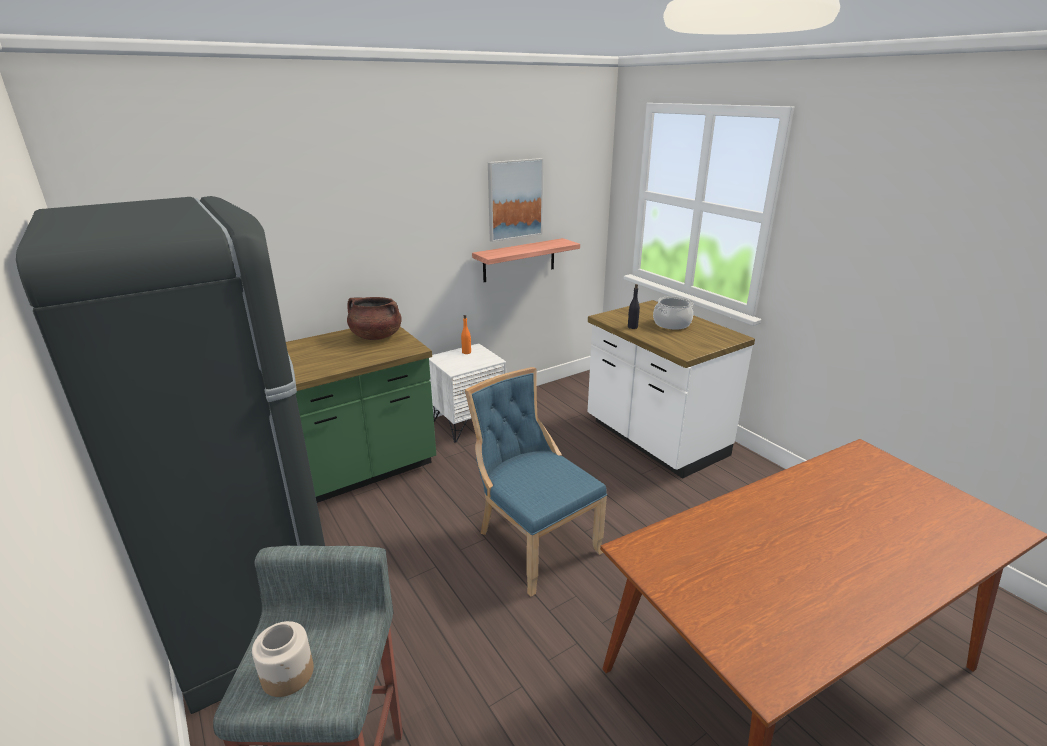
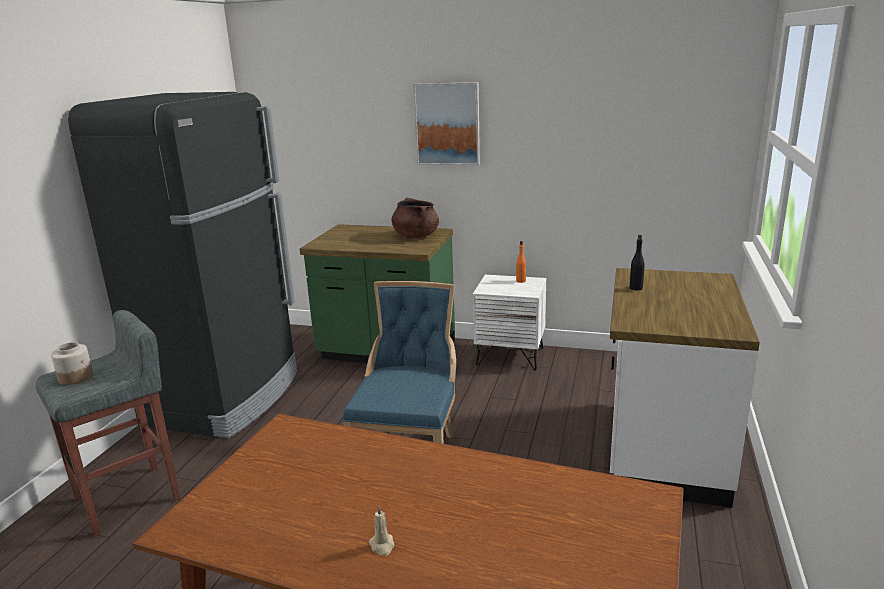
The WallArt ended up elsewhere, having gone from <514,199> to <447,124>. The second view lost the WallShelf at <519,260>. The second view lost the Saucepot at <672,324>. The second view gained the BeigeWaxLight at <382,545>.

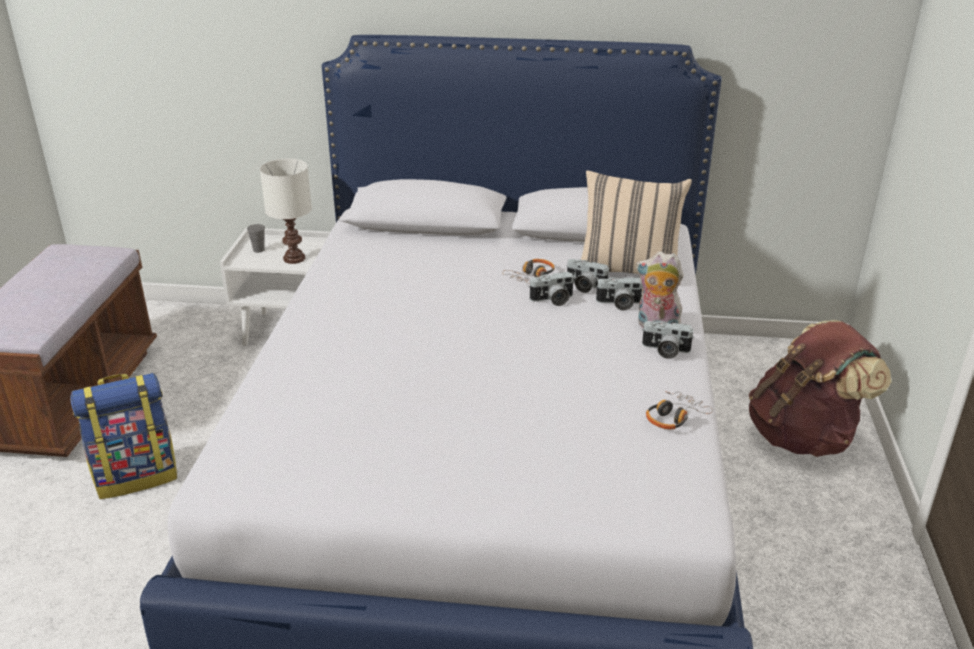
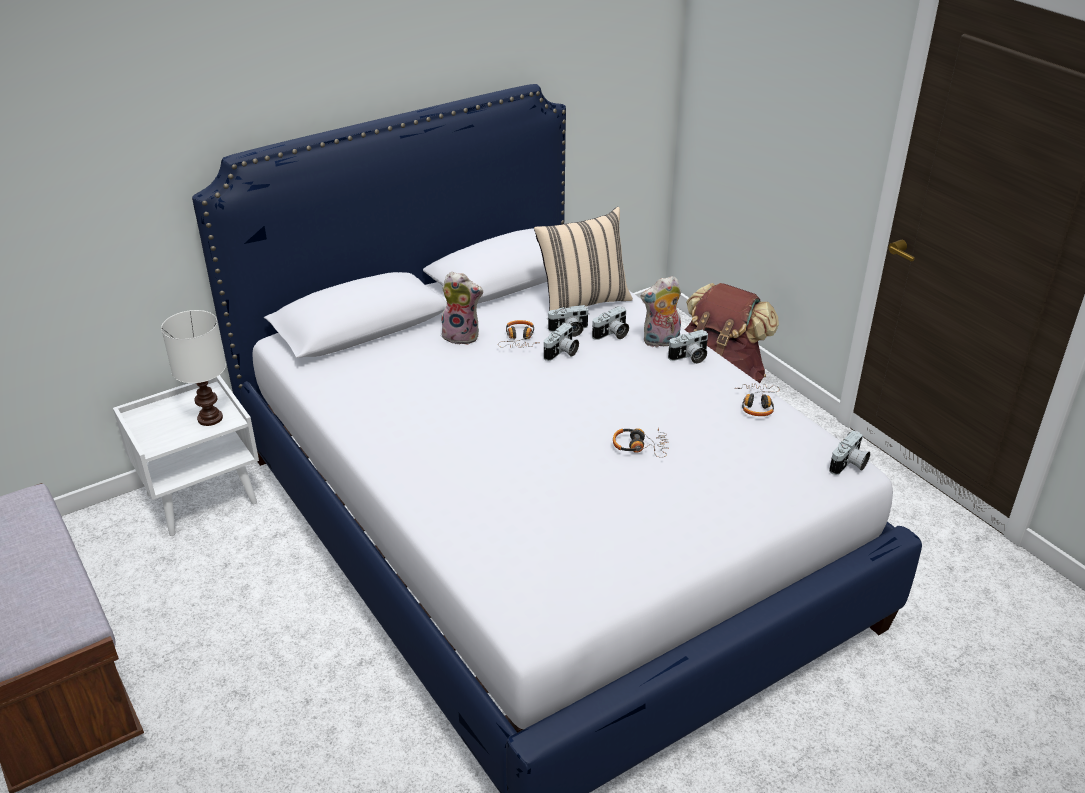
The second view lost the GreyishDrinkingCup at <259,250>. The second view lost the Knapsack at <137,476>. The second view gained the SoftToy at <462,336>. The second view gained the Headphones at <640,446>. The second view gained the PhotoCamera at <849,465>.

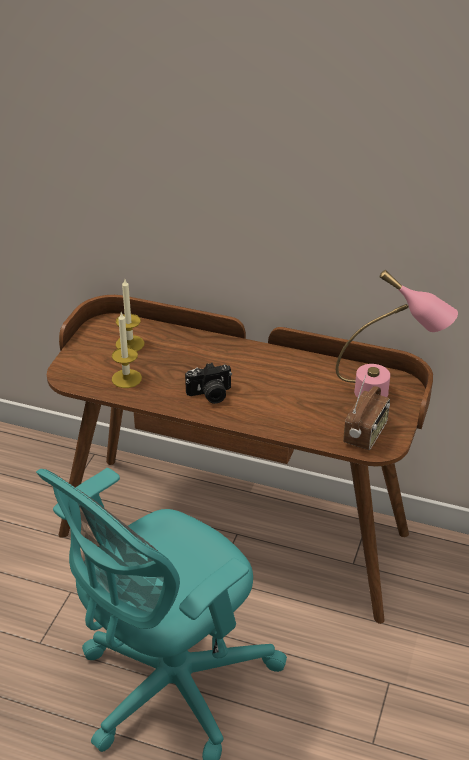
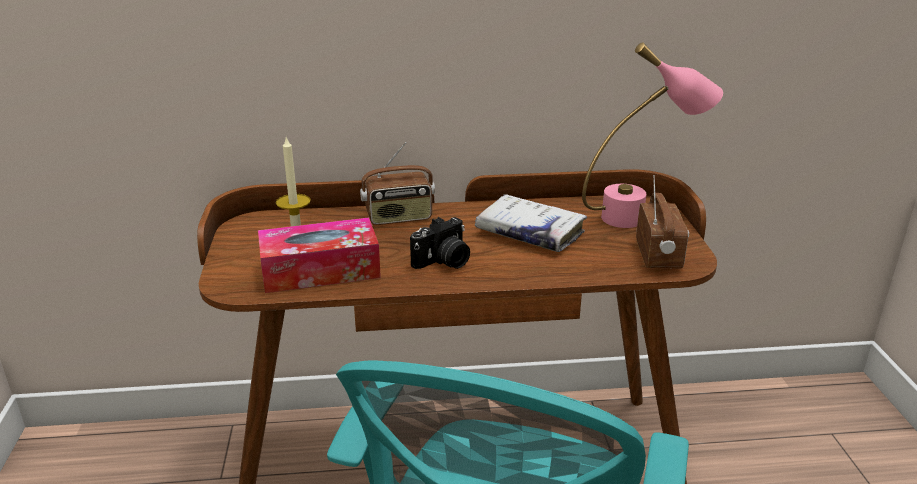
Where the WaxLight stood at <126,378>, the TissueHolder came to stand at <320,270>. The second view gained the RadioReceiver at <399,218>. The second view gained the WhiteBook at <529,233>.

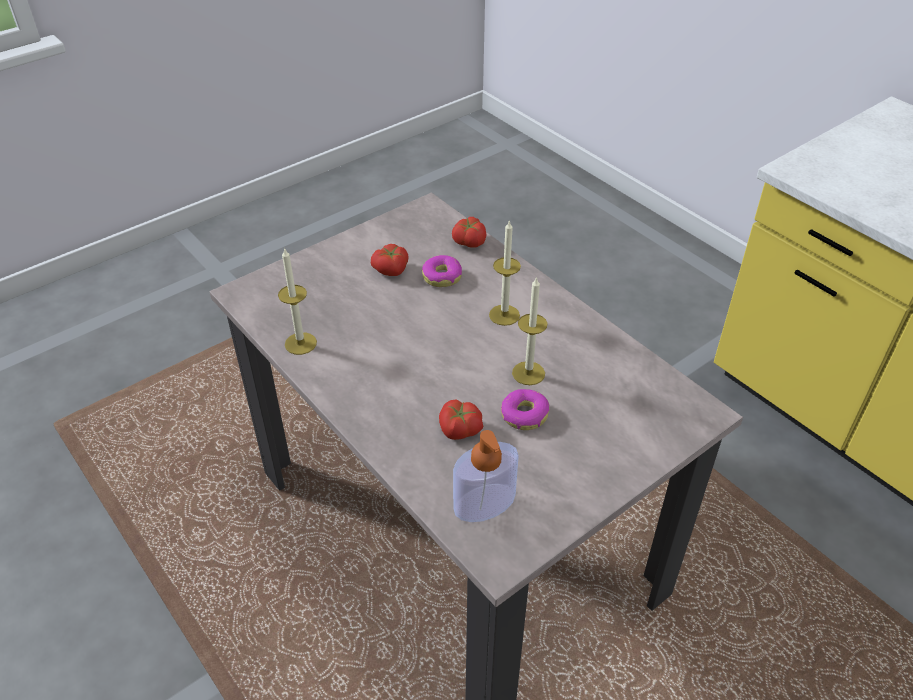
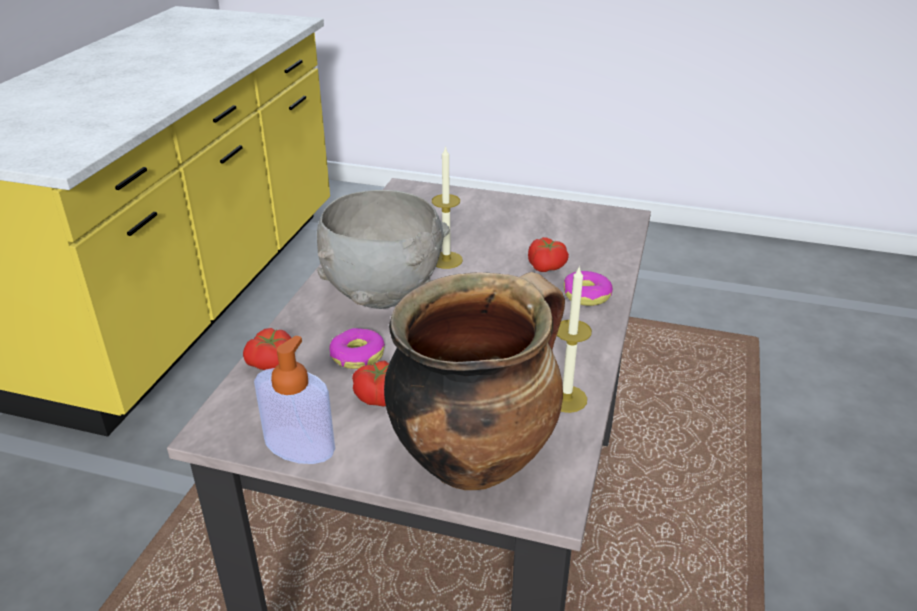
Where the WaxLight stood at <504,315>, the GreyishDeepDish came to stand at <382,296>. The RingDoughnut ended up elsewhere, having gone from <524,415> to <586,295>. The SoapDispenser ended up elsewhere, having gone from <484,503> to <299,445>. The second view gained the Saucepot at <474,457>.

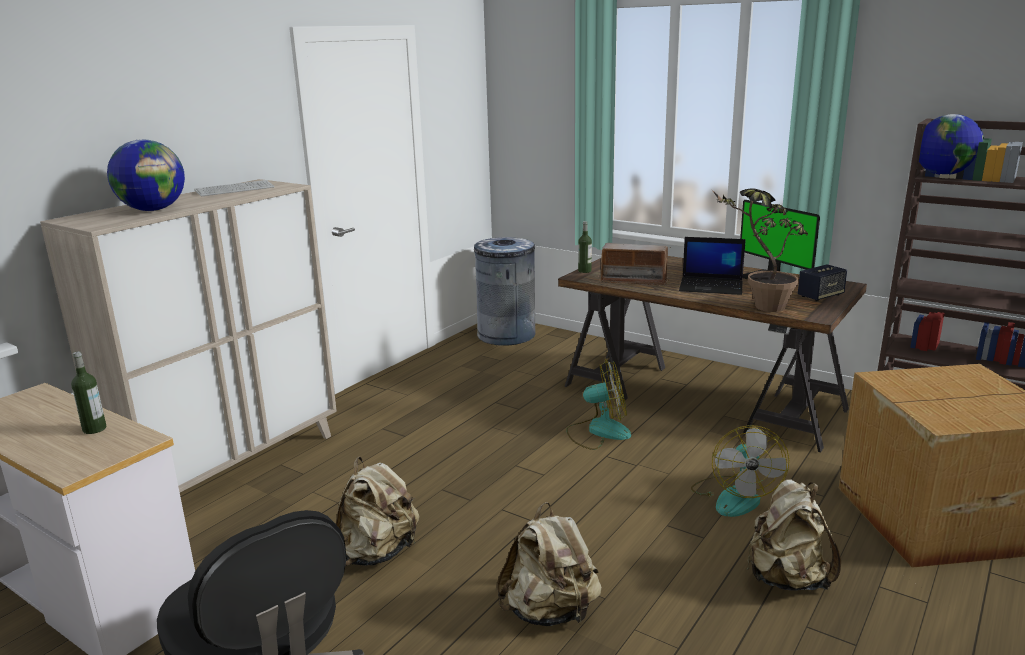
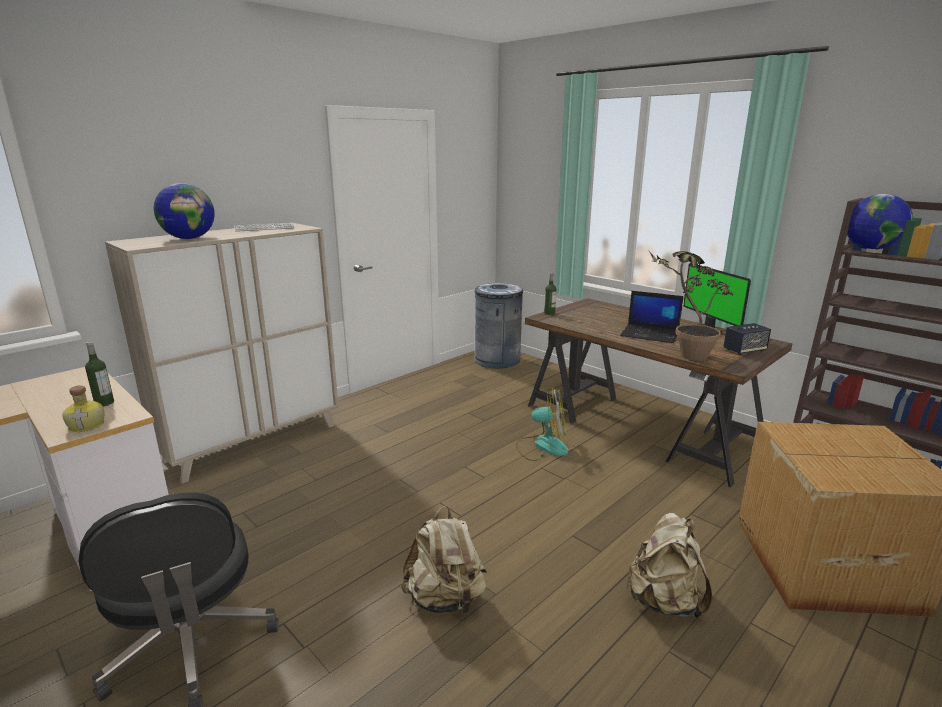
The second view lost the RadioReceiver at <634,281>. The second view lost the CoolingFan at <734,496>. The second view lost the BeigeKnapsack at <377,553>. The second view gained the DrinkBottle at <88,425>.

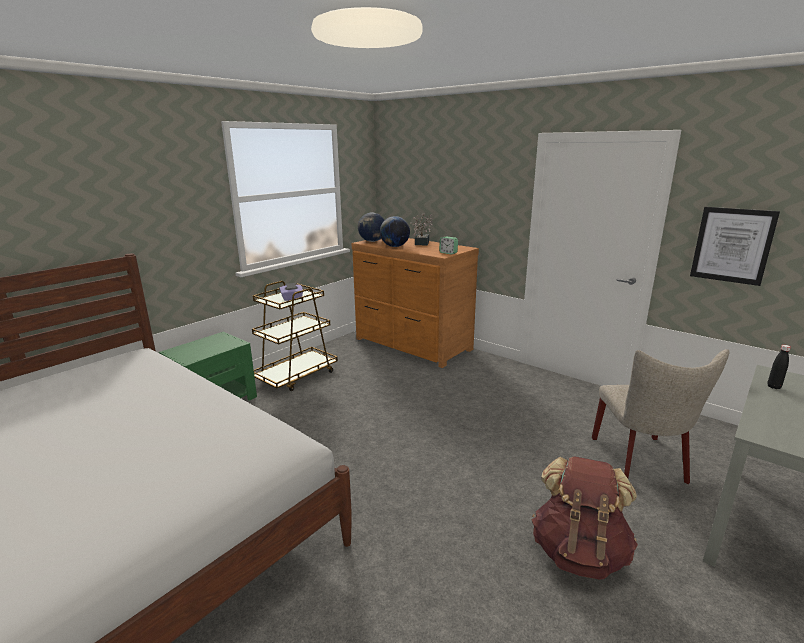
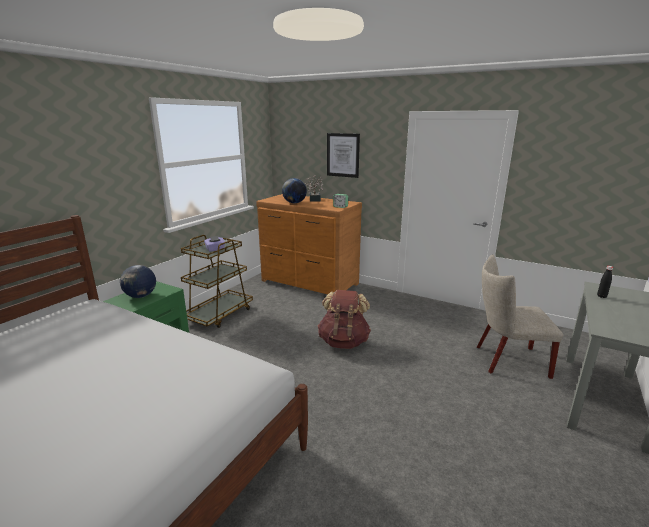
The WallArt ended up elsewhere, having gone from <732,245> to <343,155>. The WorldGlobe ended up elsewhere, having gone from <372,241> to <141,296>. The BeigeUprightChair at <642,463> ended up facing another way, 105 degrees clockwise from before. The BrownishKnapsack ended up elsewhere, having gone from <579,552> to <344,341>.

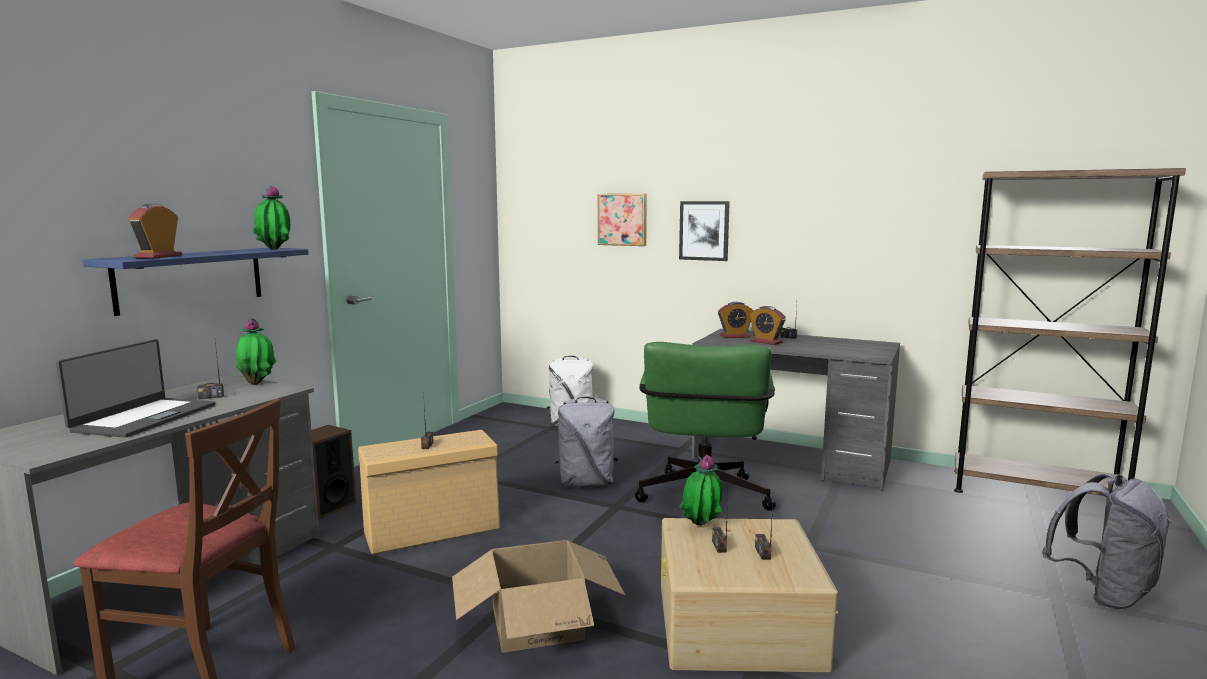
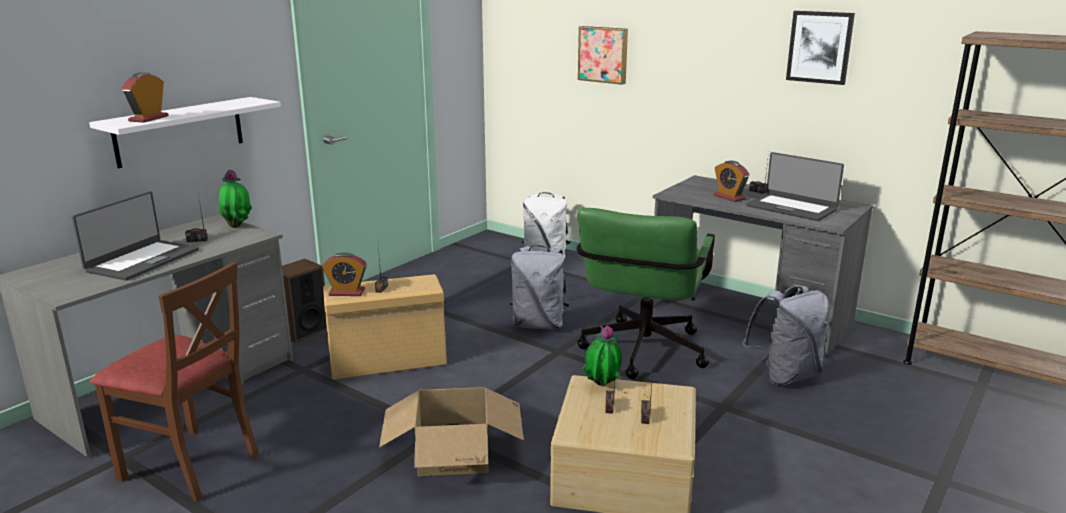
The second view lost the Houseplant at <274,249>. The WallArt ended up elsewhere, having gone from <704,230> to <820,47>. What was the BluishWallShelf at <191,279> turned into the WhiteWallShelf at <180,131>. The TableClock ended up elsewhere, having gone from <735,336> to <347,292>. The GreyishKnapsack ended up elsewhere, having gone from <1103,593> to <785,375>. The second view gained the Laptop at <791,208>.

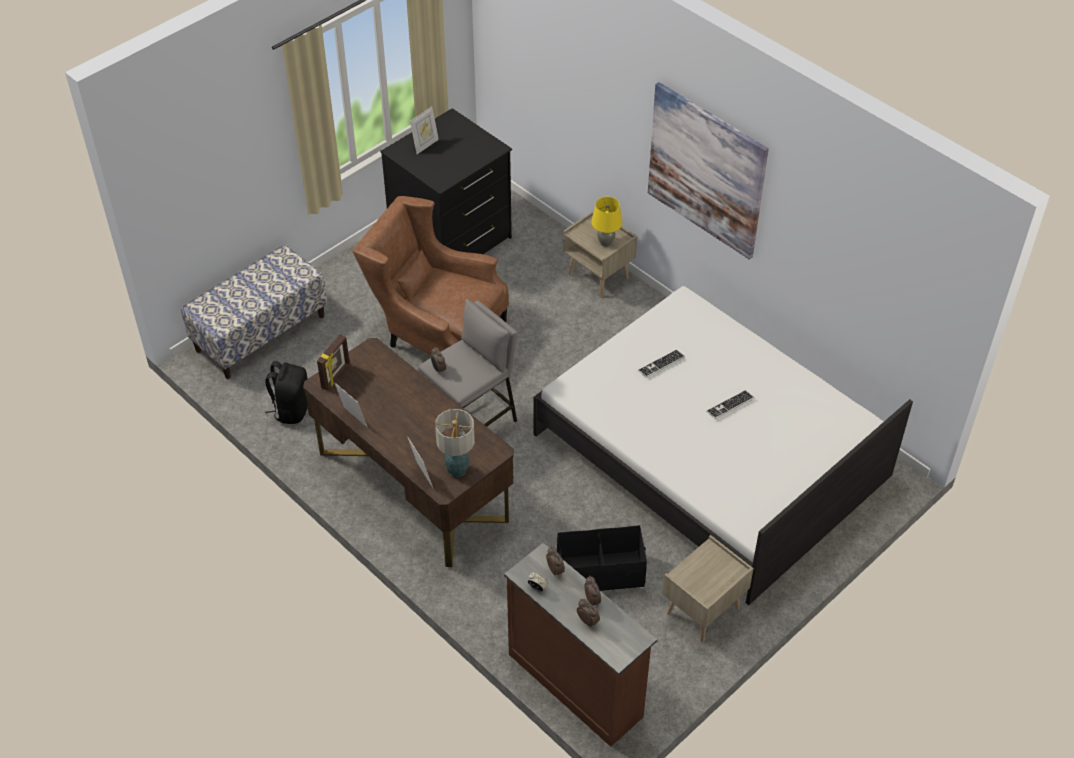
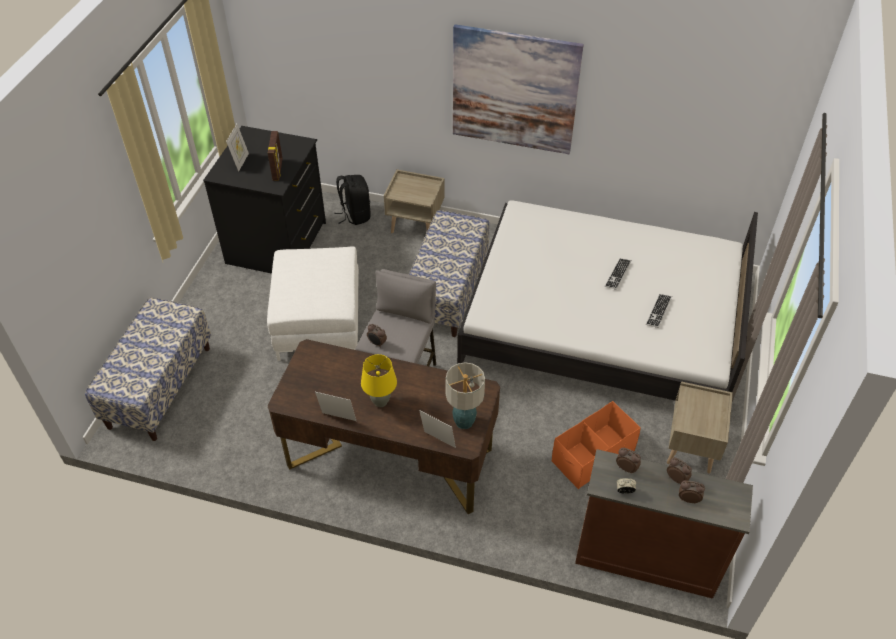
Where the BrownishArmchair stood at <437,334>, the WhitePouffe came to stand at <318,322>. The YellowColouredLampForATable ended up elsewhere, having gone from <606,243> to <381,402>. The PictureFrame ended up elsewhere, having gone from <336,376> to <278,170>. The ComputerKeyboard ended up elsewhere, having gone from <661,364> to <658,311>. The BlackKnapsack ended up elsewhere, having gone from <291,409> to <355,215>. What was the BlackStorageBox at <600,572> turned into the OrangeStorageBox at <592,455>. The second view gained the LongSeat at <447,292>.

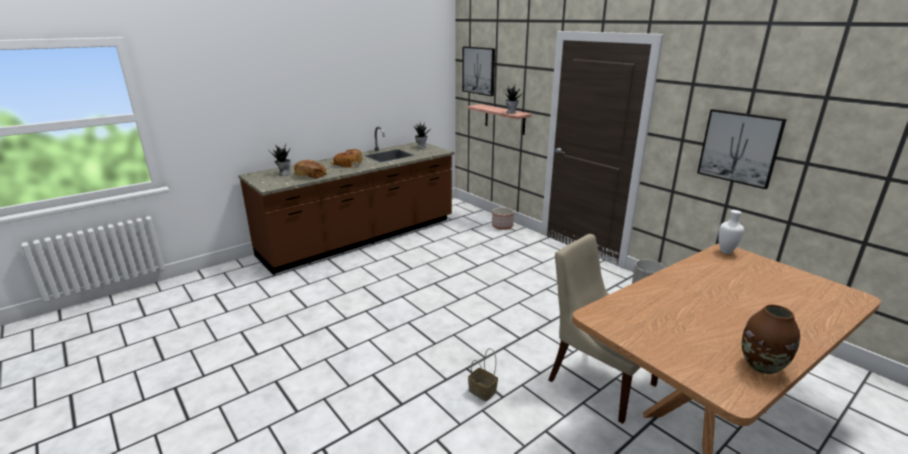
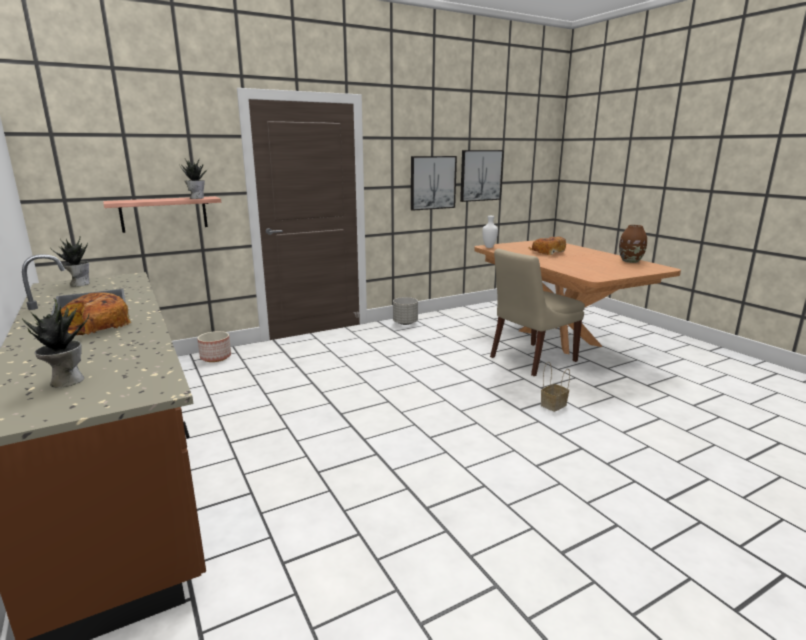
The WallArt ended up elsewhere, having gone from <479,70> to <481,175>. The Bread ended up elsewhere, having gone from <311,175> to <547,252>.

